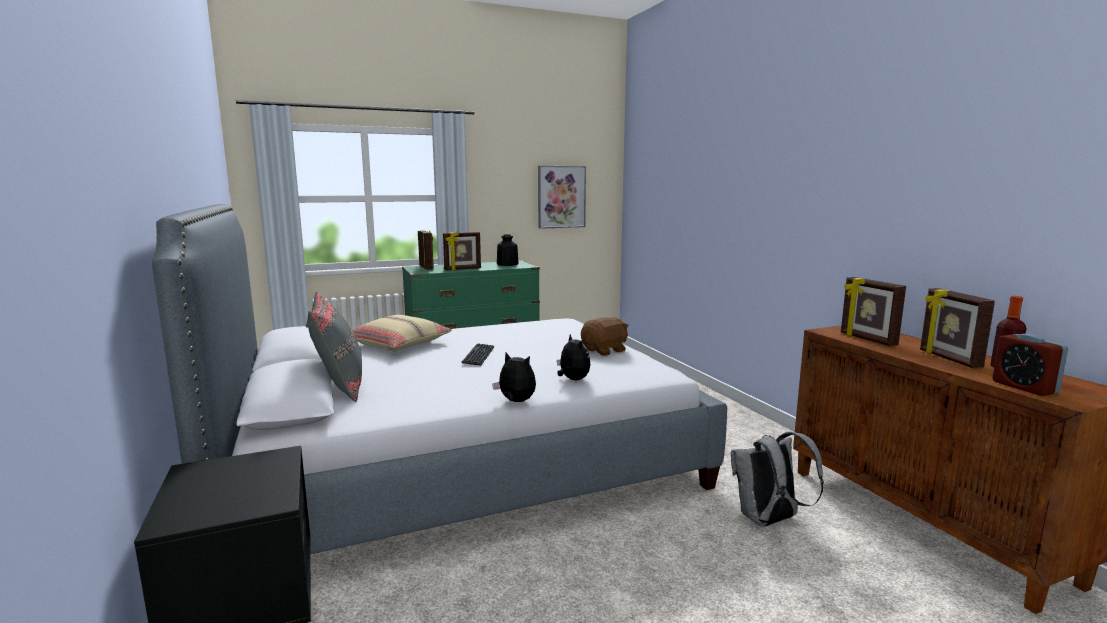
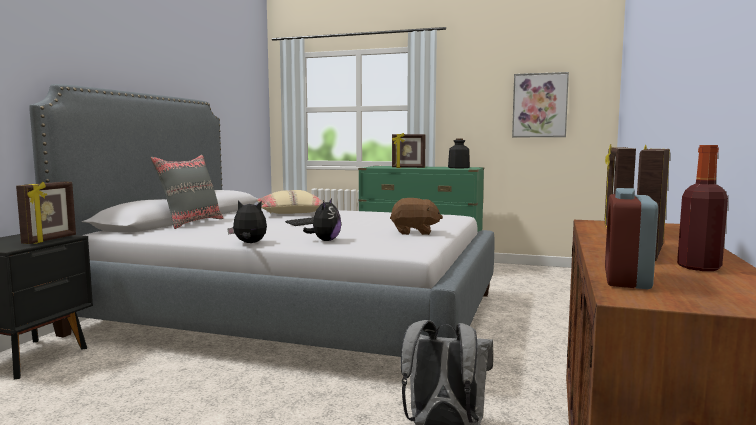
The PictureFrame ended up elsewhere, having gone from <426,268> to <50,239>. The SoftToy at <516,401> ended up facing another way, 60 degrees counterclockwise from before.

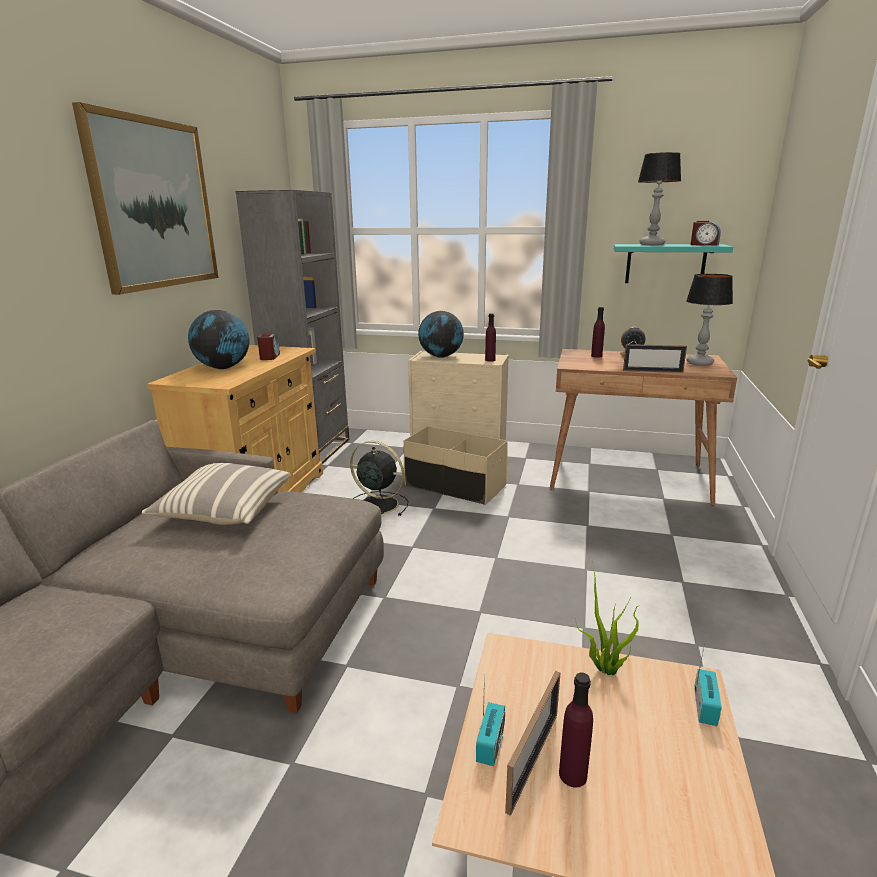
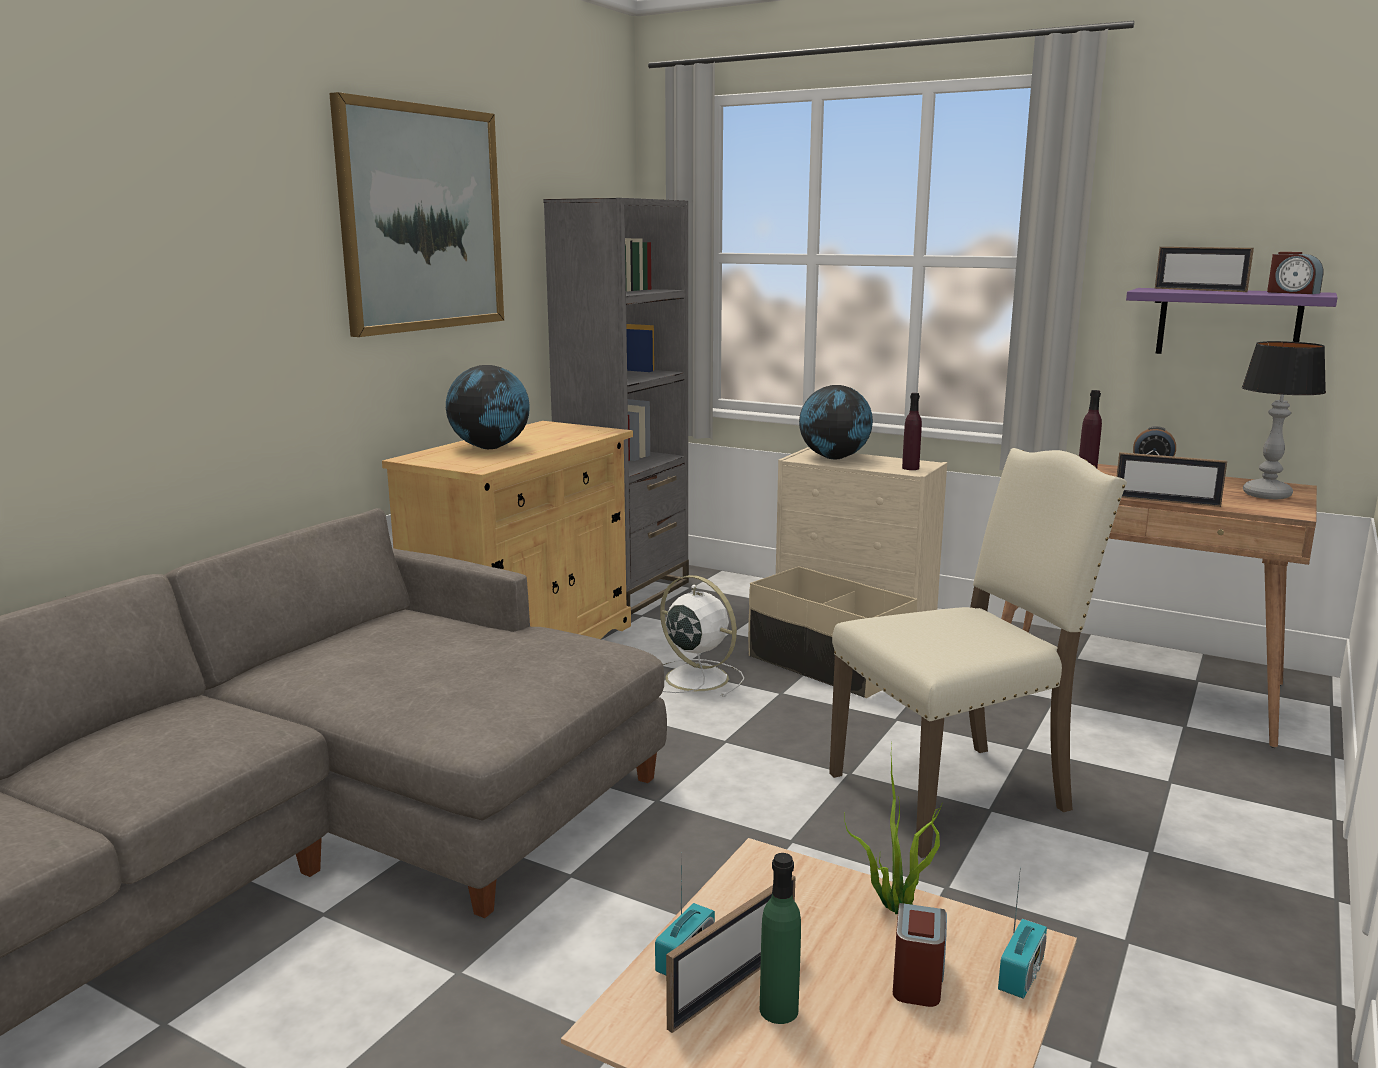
Where the LampForATable stood at <652,244>, the PictureFrame came to stand at <1199,290>. What was the TurquoiseColouredWallShelf at <665,264> turned into the PurpleWallShelf at <1228,323>. The TableClock ended up elsewhere, having gone from <270,357> to <918,977>. What was the BlackCoolingFan at <376,504> turned into the WhiteCoolingFan at <694,677>. The second view lost the ThrowPillow at <224,511>. What was the PurpleDrinkBottle at <573,774> turned into the GreenColouredDrinkBottle at <779,1010>. The second view gained the BeigeUprightChair at <955,793>.

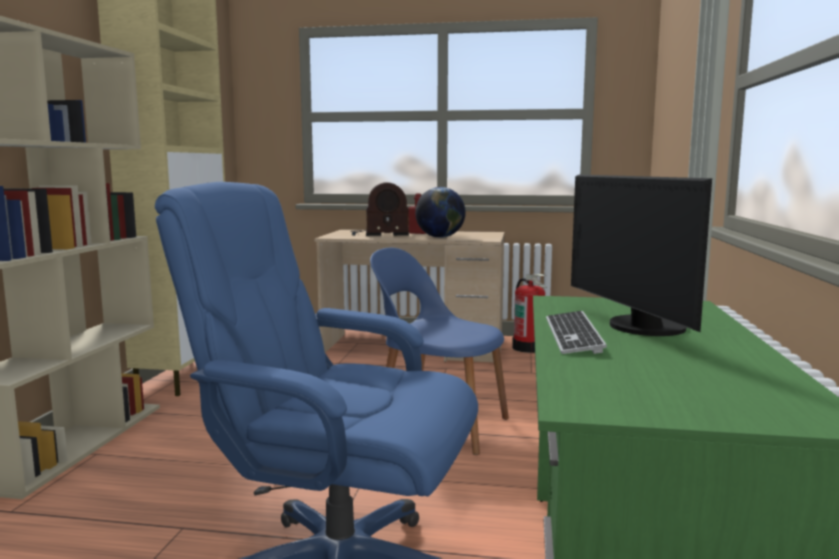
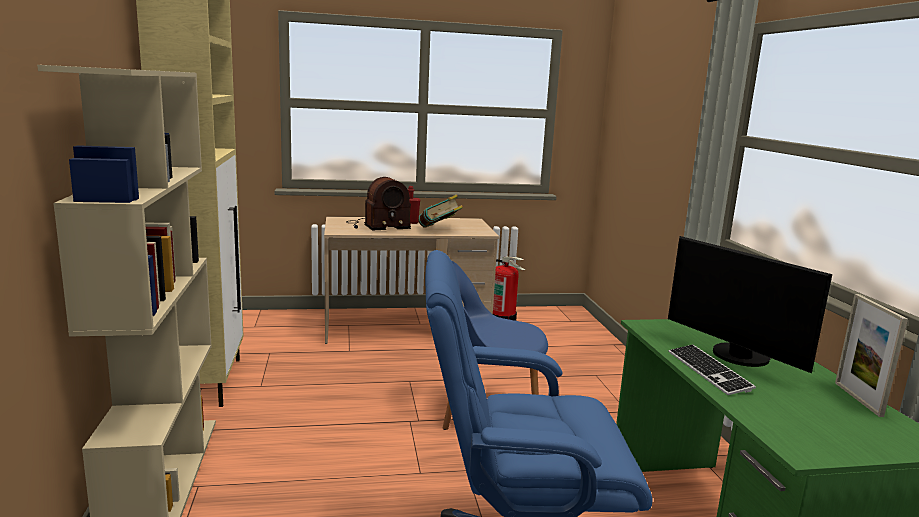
Where the WorldGlobe stood at <440,237>, the Book came to stand at <439,230>. The second view gained the PictureFrame at <858,399>.

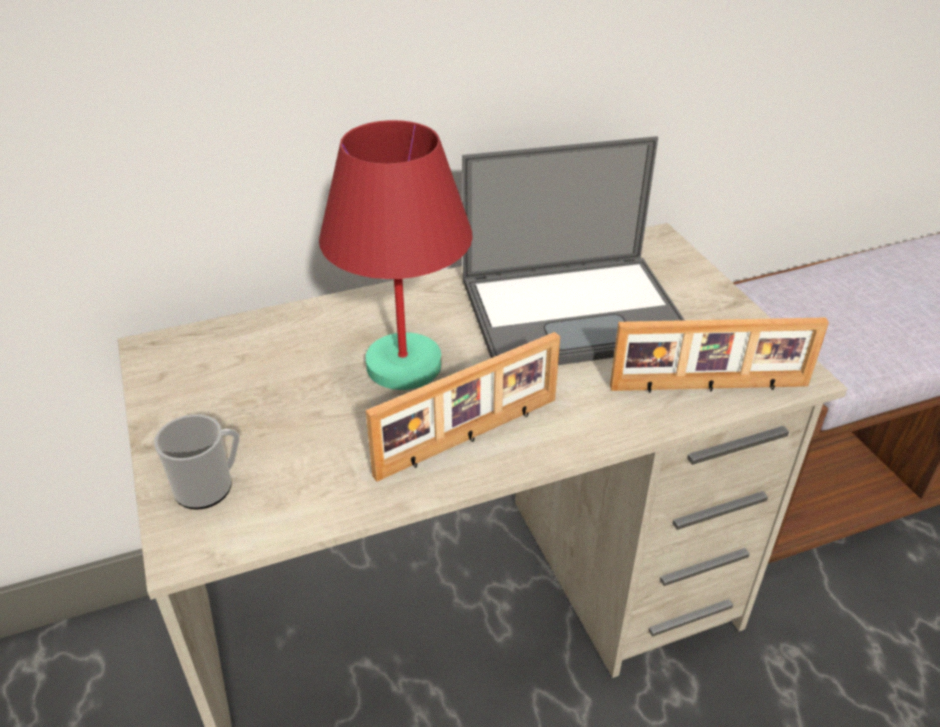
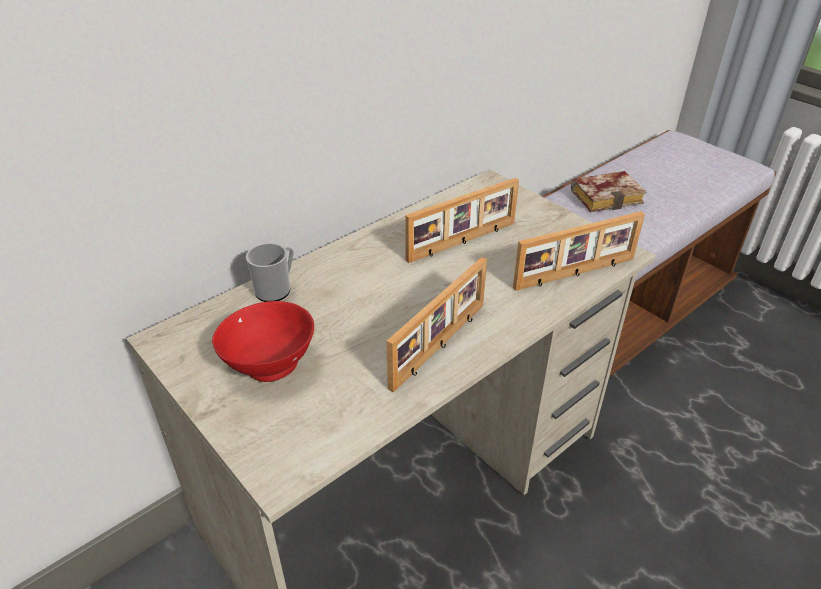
The second view lost the RedLampForATable at <405,365>. Where the Laptop stood at <575,311>, the PictureFrame came to stand at <463,242>. The Mug ended up elsewhere, having gone from <210,486> to <276,289>. The second view gained the Book at <607,196>. The second view gained the RedDeepDish at <270,363>.

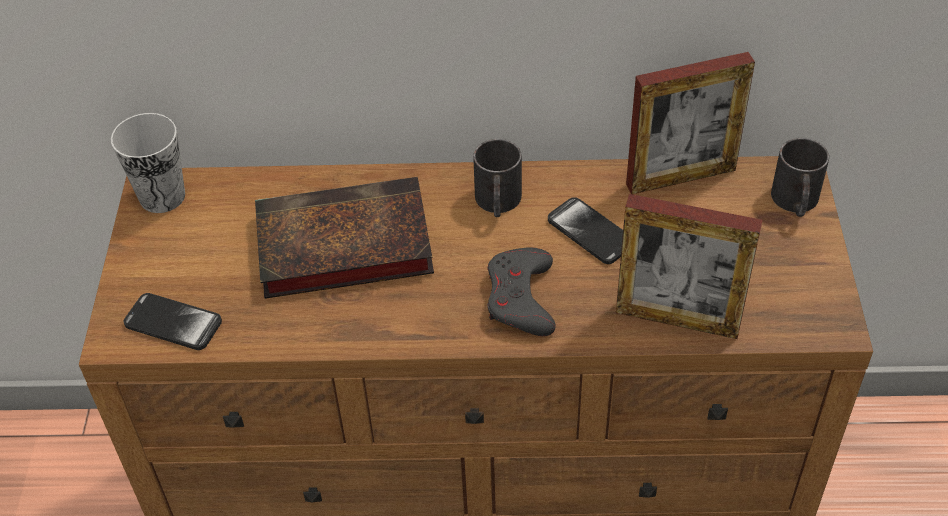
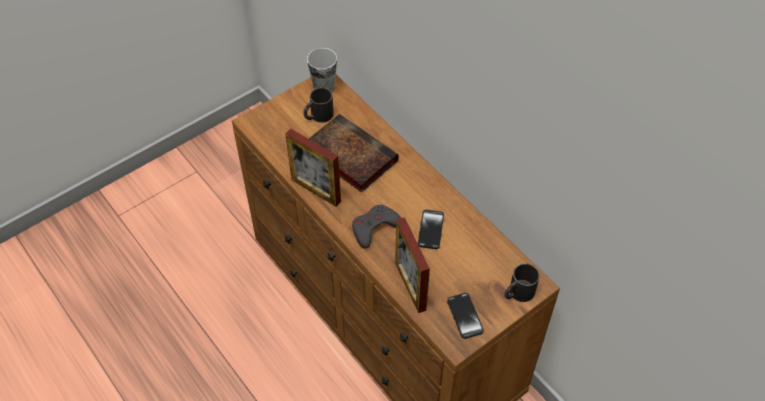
The PictureFrame ended up elsewhere, having gone from <680,177> to <316,190>. The BlackMug ended up elsewhere, having gone from <498,203> to <318,116>. The Phone ended up elsewhere, having gone from <173,323> to <465,316>.

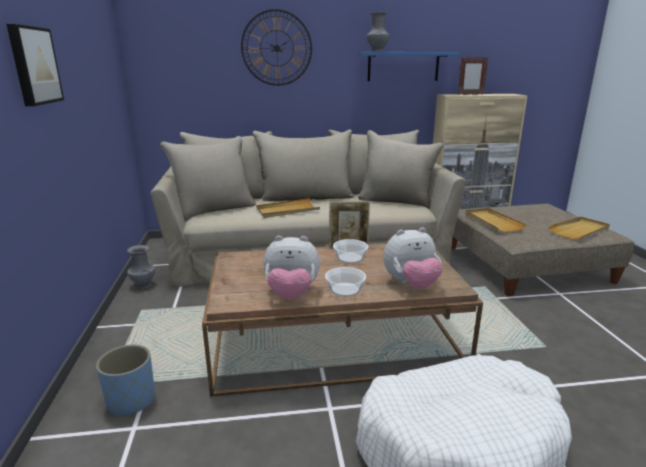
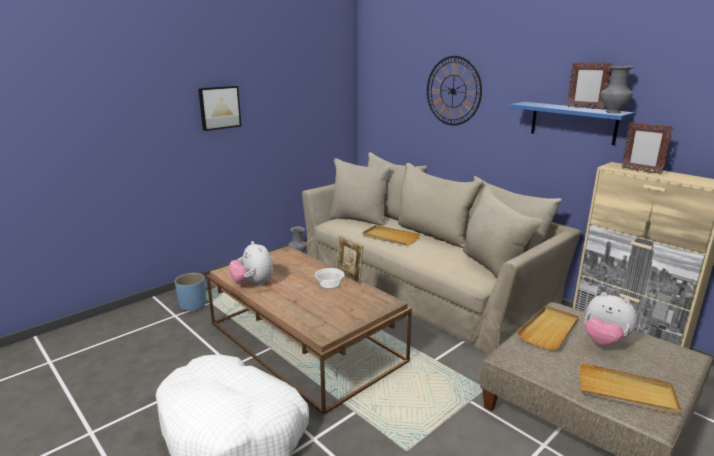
The GreyishFlowerVase ended up elsewhere, having gone from <377,51> to <612,112>. The SoftToy ended up elsewhere, having gone from <411,284> to <604,341>. The second view lost the DeepDish at <345,289>. The second view gained the PictureFrame at <584,108>.

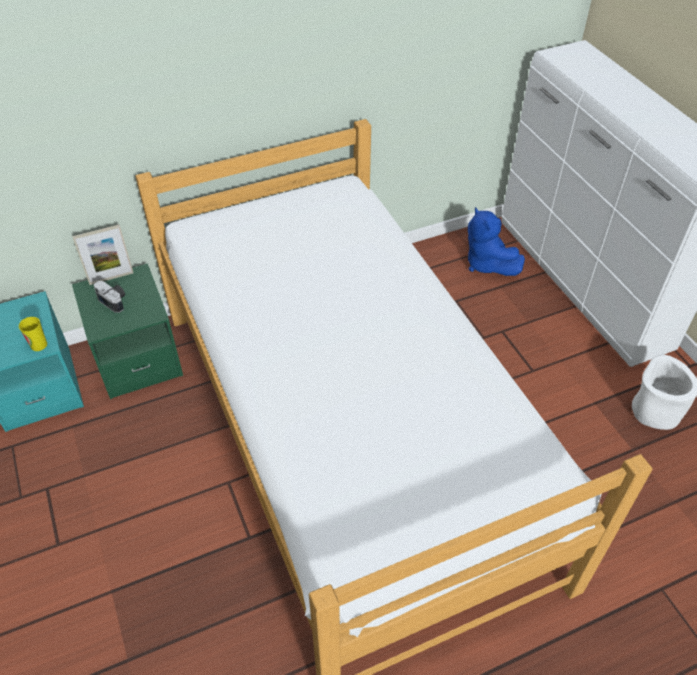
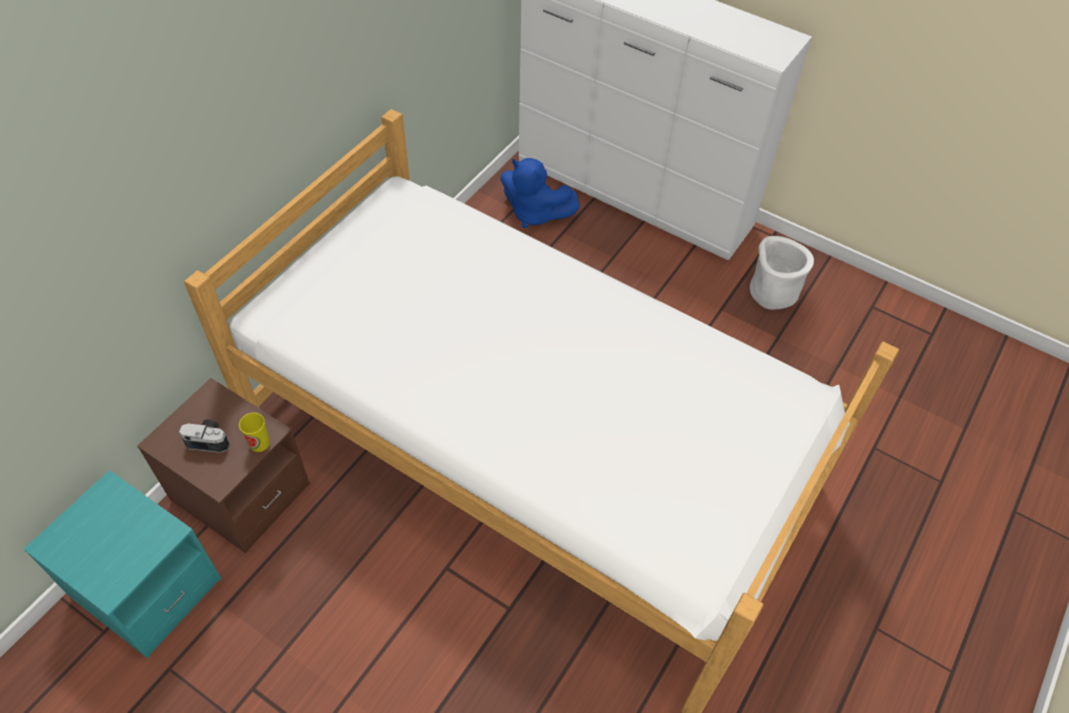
The second view lost the PictureFrame at <111,278>. What was the GreenColouredBedsideTable at <138,359> turned into the BrownishBedsideTable at <240,492>. The DrinkingCup ended up elsewhere, having gone from <39,345> to <259,443>.

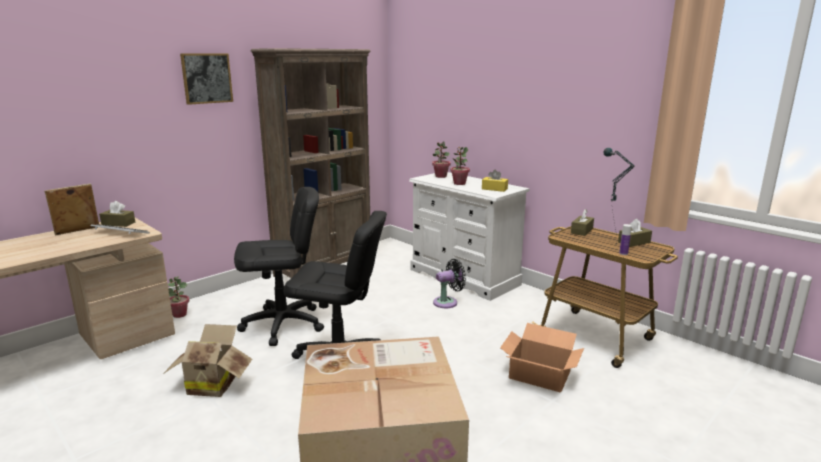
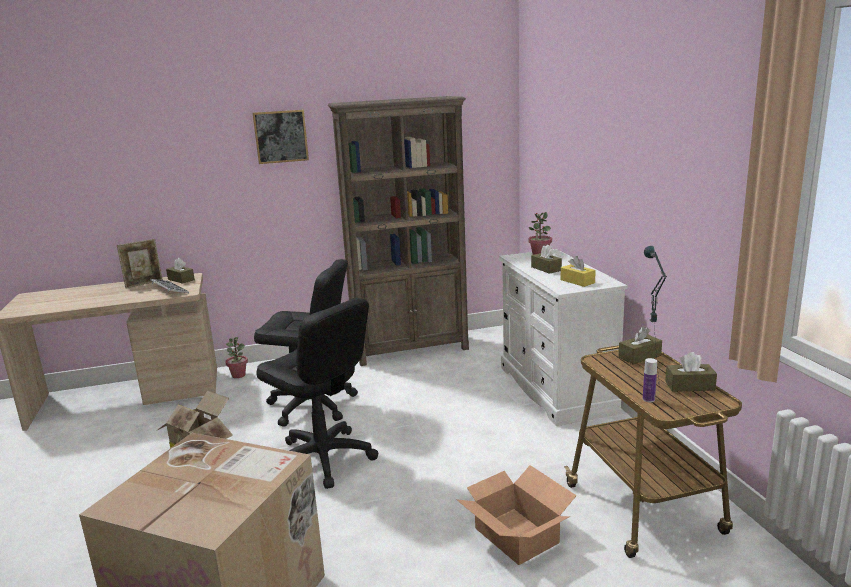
Where the Houseplant stood at <459,183>, the BrownishTissueHolder came to stand at <546,269>. The PictureFrame at <77,231> ended up facing another way, 150 degrees clockwise from before. The second view lost the BlackCoolingFan at <448,302>.

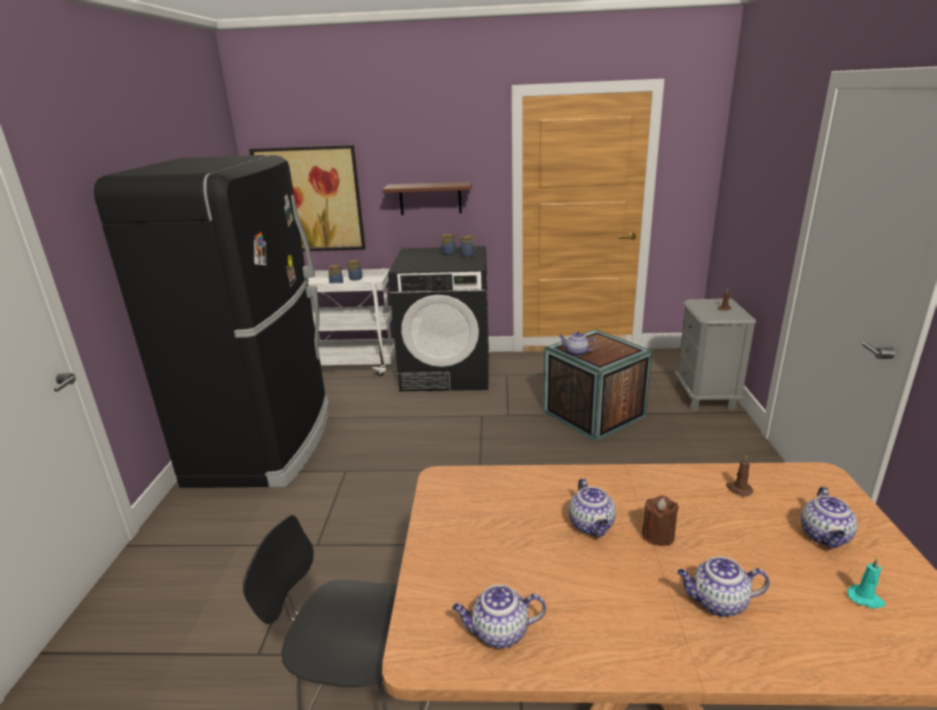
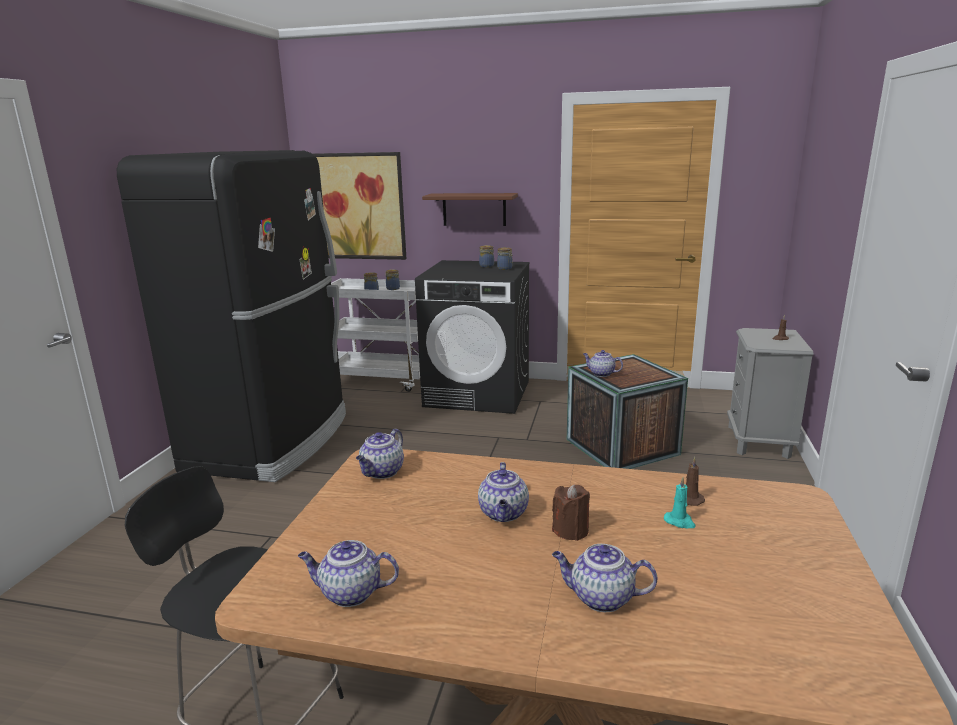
The PotForTea ended up elsewhere, having gone from <825,537> to <382,472>. The TurquoiseColouredWaxLight ended up elsewhere, having gone from <865,599> to <680,522>.

